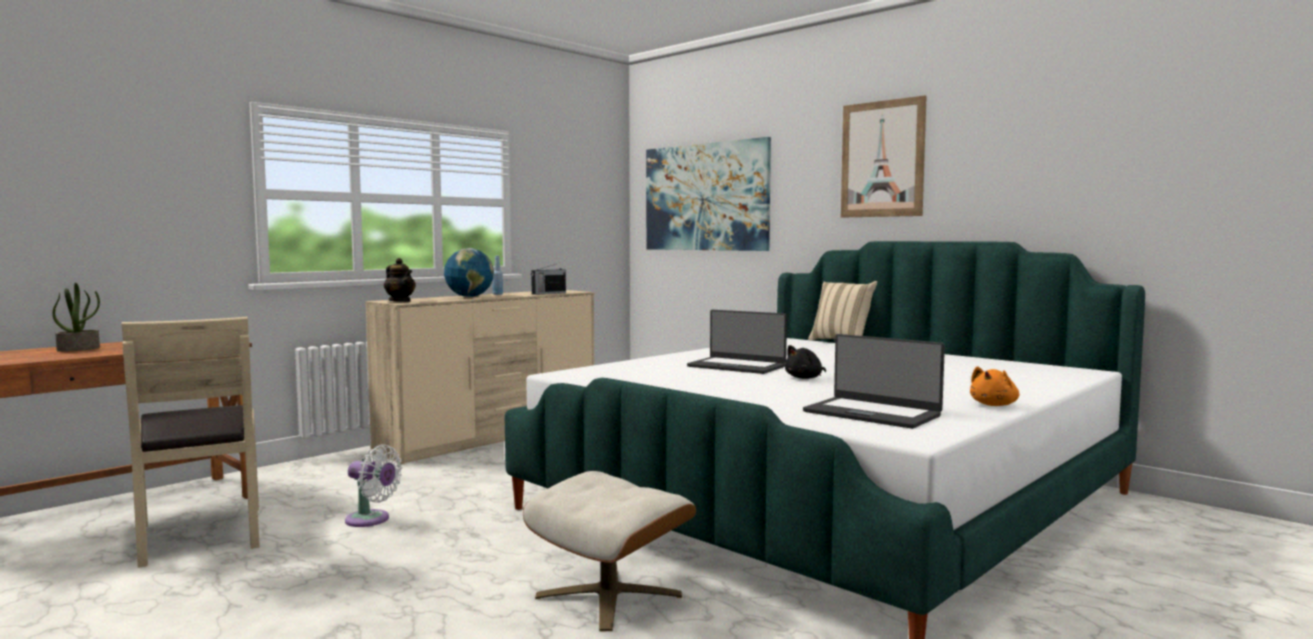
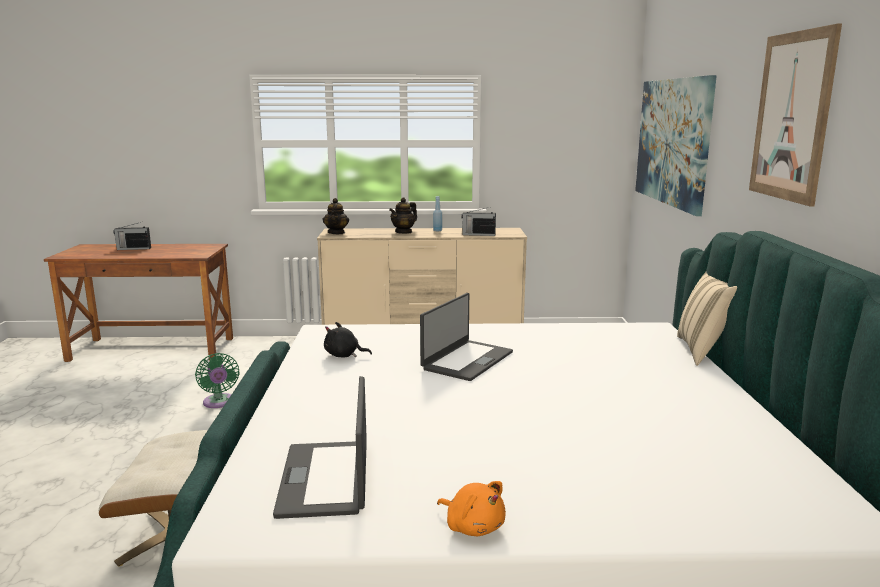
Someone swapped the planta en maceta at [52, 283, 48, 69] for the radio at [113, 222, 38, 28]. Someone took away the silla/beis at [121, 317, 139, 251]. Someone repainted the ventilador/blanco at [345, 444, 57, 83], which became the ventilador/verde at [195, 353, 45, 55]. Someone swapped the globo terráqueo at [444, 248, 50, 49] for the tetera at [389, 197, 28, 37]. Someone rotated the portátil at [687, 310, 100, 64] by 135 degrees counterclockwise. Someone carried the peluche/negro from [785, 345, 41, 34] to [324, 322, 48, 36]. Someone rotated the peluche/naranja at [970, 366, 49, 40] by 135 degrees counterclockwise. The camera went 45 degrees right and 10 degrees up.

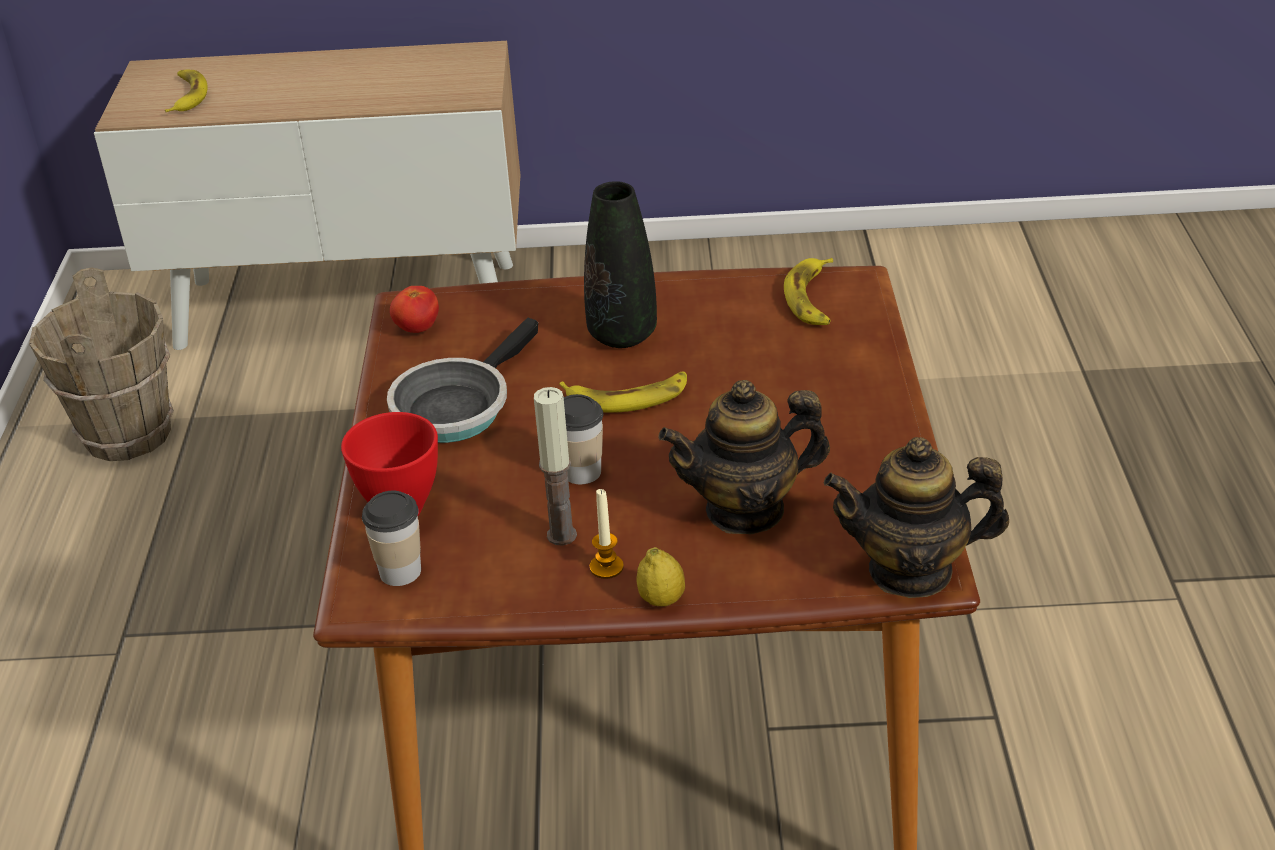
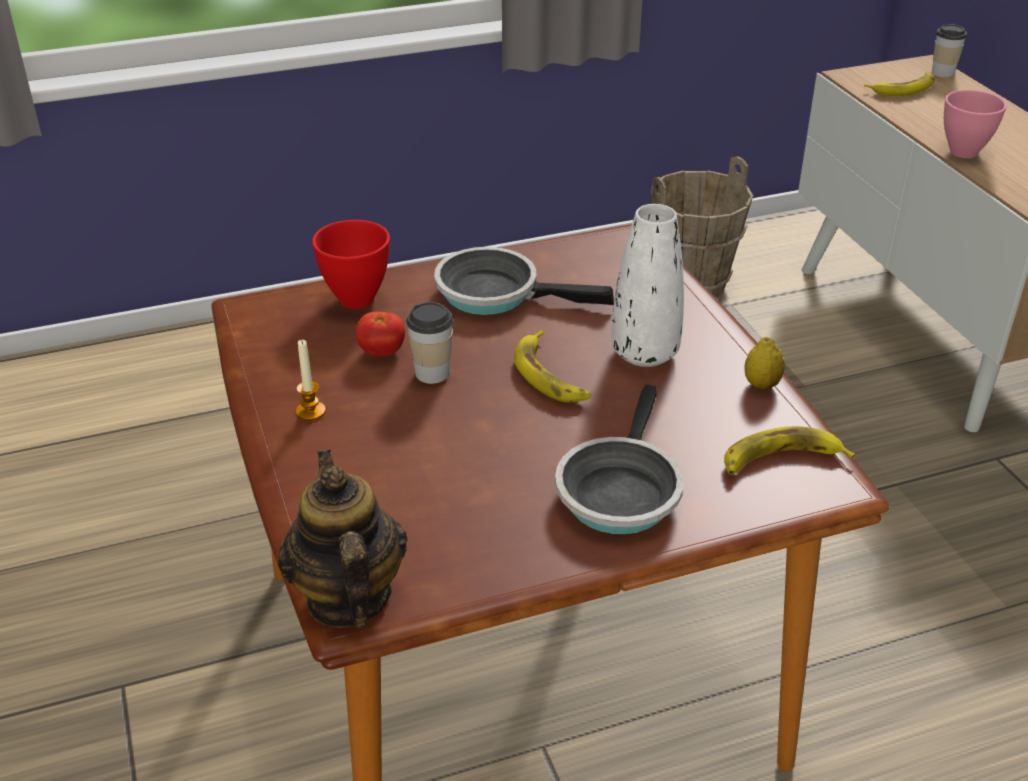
Someone carried the taza from [362, 491, 59, 95] to [932, 24, 35, 53]. Someone carried the tomate from [390, 286, 49, 47] to [356, 311, 49, 45]. Someone took away the vela at [534, 387, 43, 158]. Someone repainted the florero/negro at [584, 181, 73, 167], which became the florero/blanco at [612, 204, 72, 163]. Someone carried the limón from [637, 547, 48, 59] to [744, 337, 41, 53]. Someone took away the tetera at [658, 380, 172, 155]. Someone put down the sartén at [555, 384, 129, 151]. Someone put down the cuenco/rosa at [944, 90, 63, 68]. The camera went 70 degrees right and 0 degrees up.

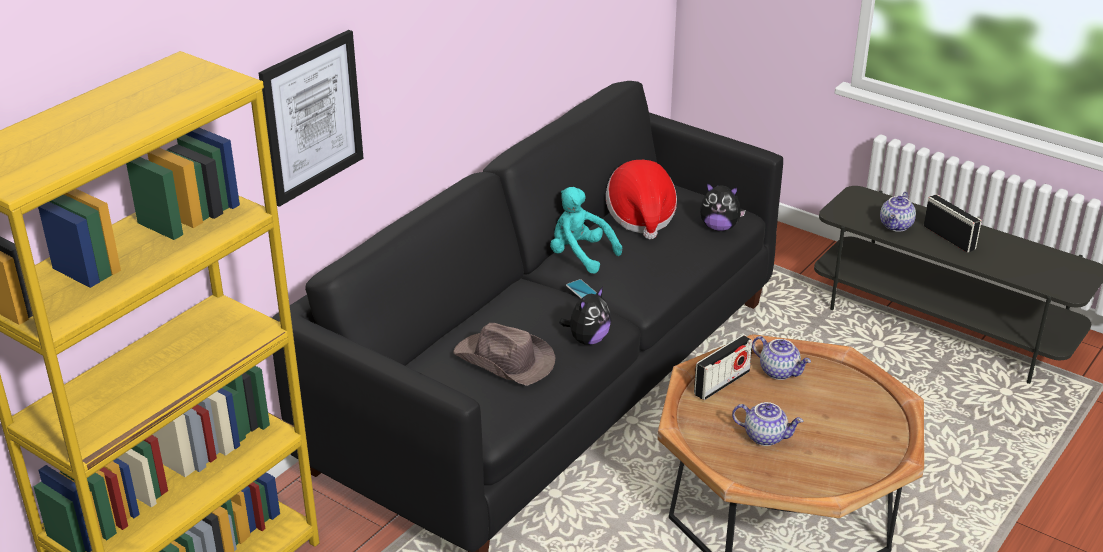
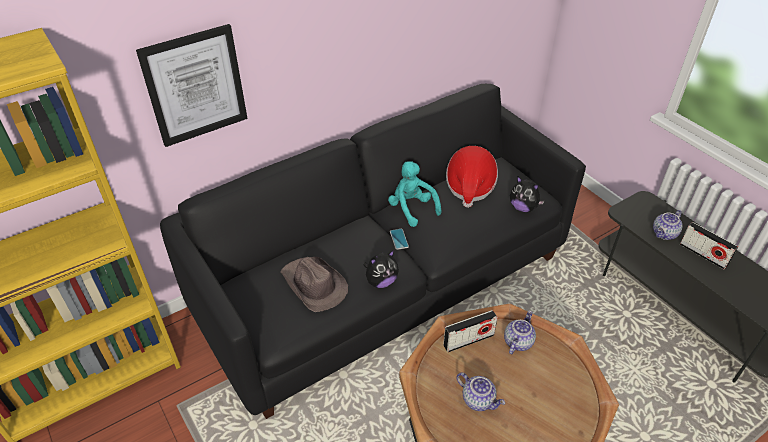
Someone rotated the tetera at [752, 336, 59, 44] by 120 degrees counterclockwise. Someone rotated the radio at [924, 194, 58, 58] by 150 degrees clockwise. The camera went 20 degrees right and 10 degrees up.

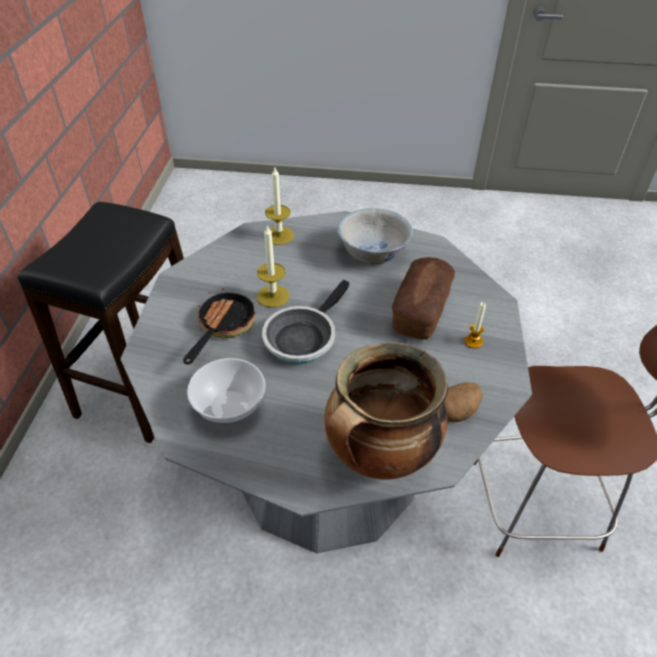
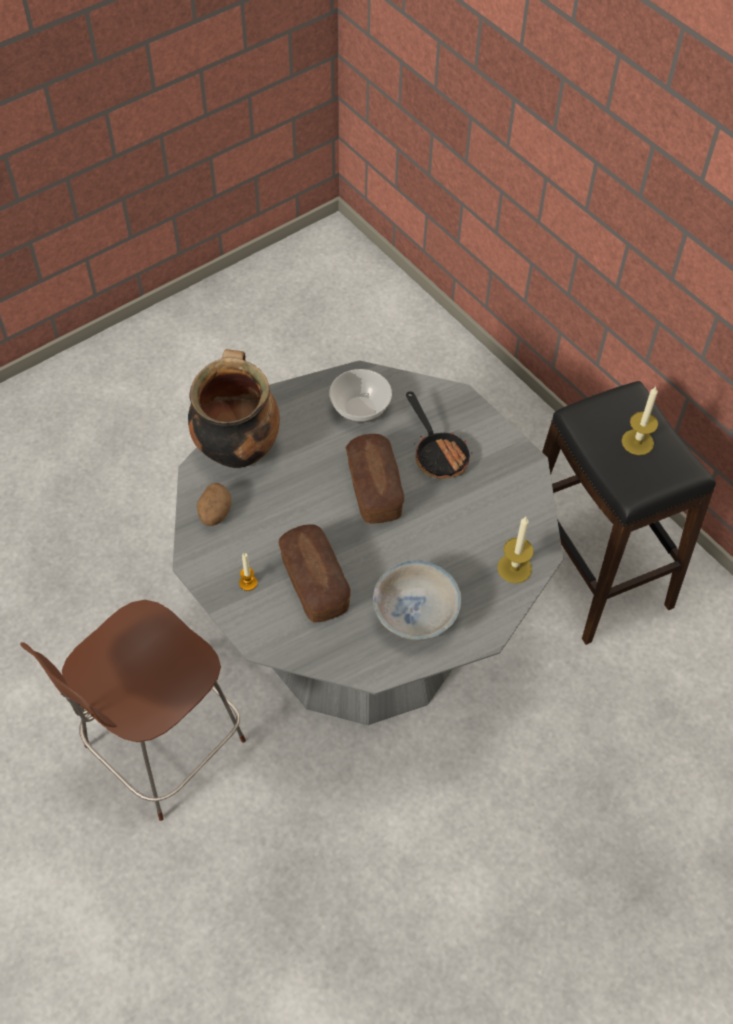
Someone carried the vela from [257, 225, 32, 83] to [622, 387, 36, 68]. Someone swapped the sartén at [262, 280, 88, 84] for the pan at [346, 434, 58, 90]. The camera went 135 degrees right and 10 degrees up.

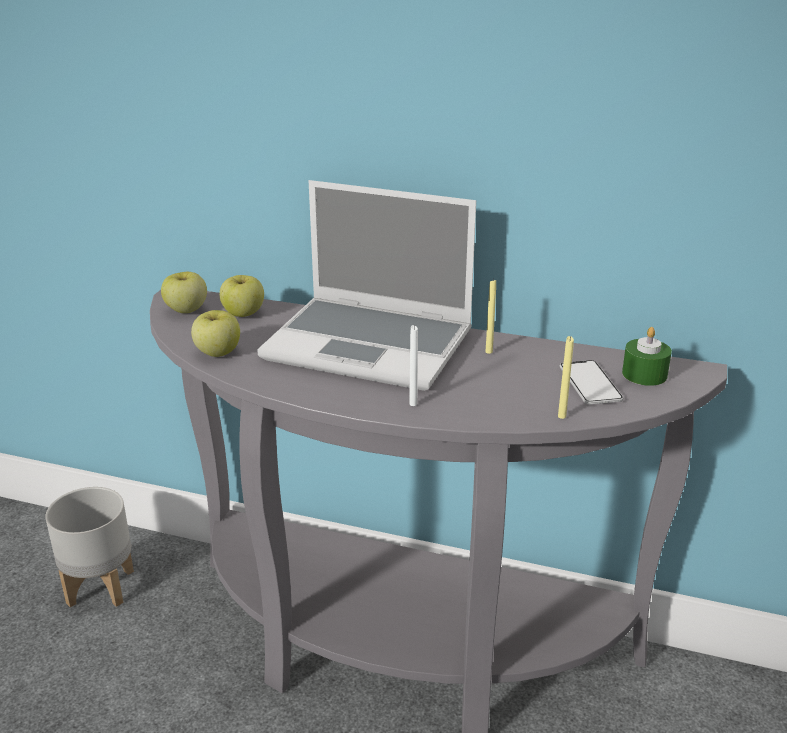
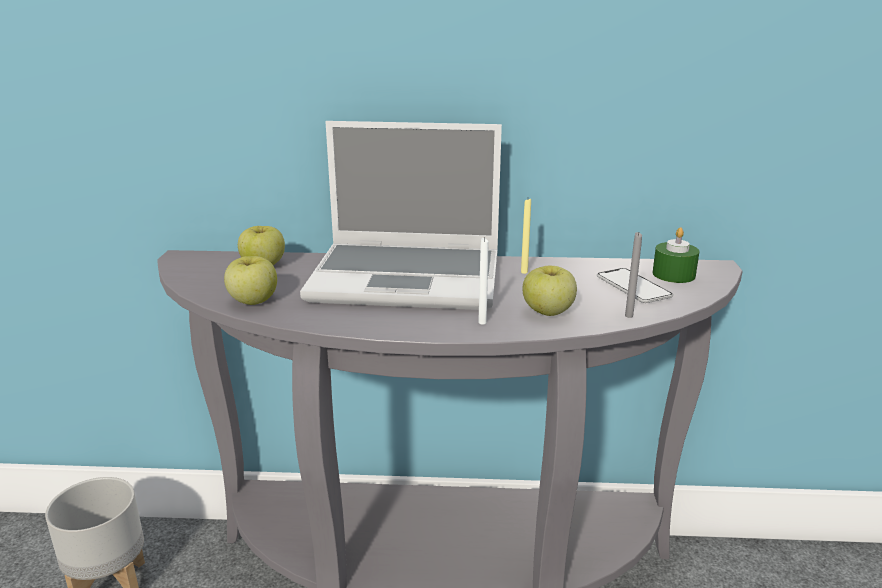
Someone carried the manzana from [161, 272, 46, 41] to [523, 266, 54, 50]. Someone repainted the vela/amarillo at [558, 336, 16, 83], which became the vela/gris at [625, 232, 17, 86]. The camera went 15 degrees left and 5 degrees down.

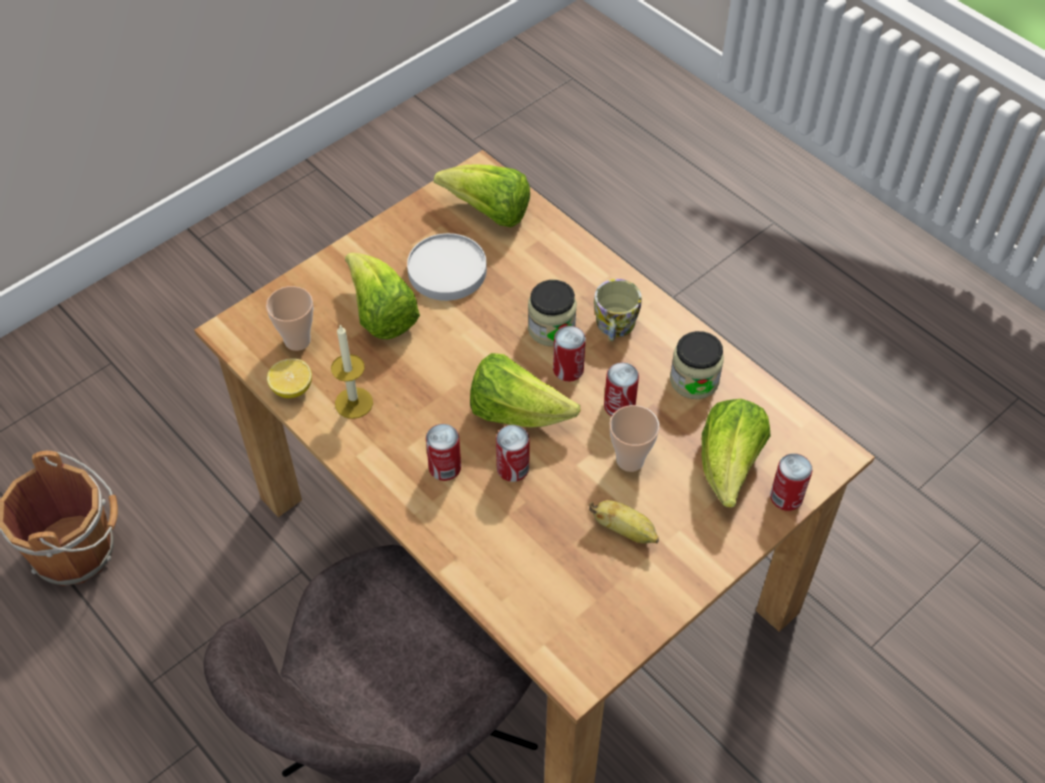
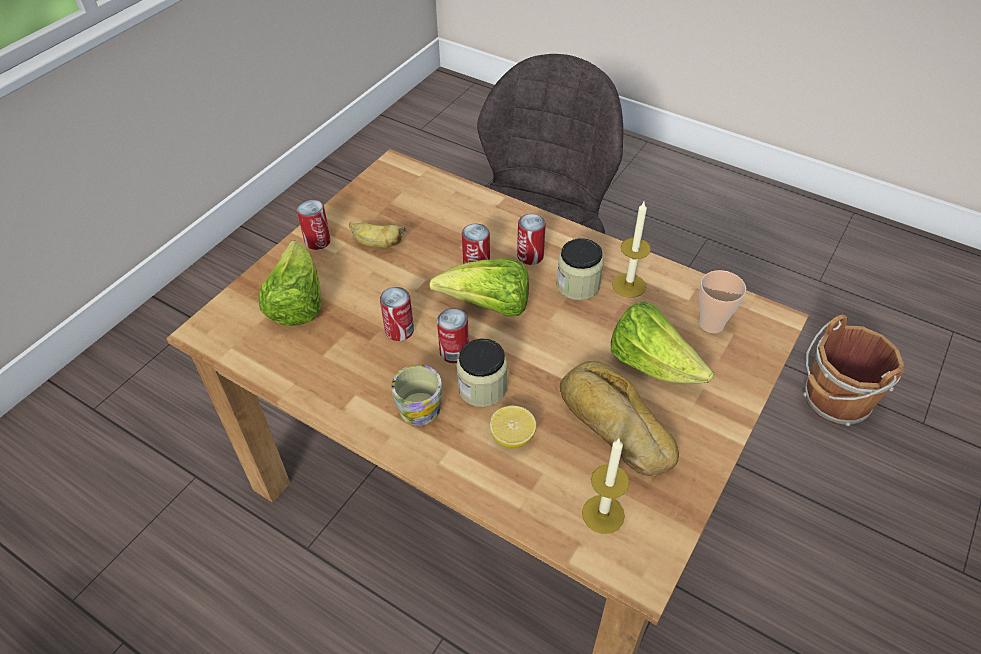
Someone carried the limón from [267, 358, 45, 40] to [490, 406, 46, 42]. Someone swapped the plato/blanco at [407, 233, 80, 68] for the pan at [560, 361, 119, 116]. Someone swapped the lechuga at [434, 164, 96, 63] for the vela at [582, 439, 48, 95]. Someone took away the taza at [610, 405, 49, 67]. Someone carried the tarro from [670, 331, 54, 68] to [556, 238, 47, 62]. Someone carried the lata from [770, 453, 43, 58] to [297, 199, 34, 51]. The camera went 165 degrees right and 5 degrees down.

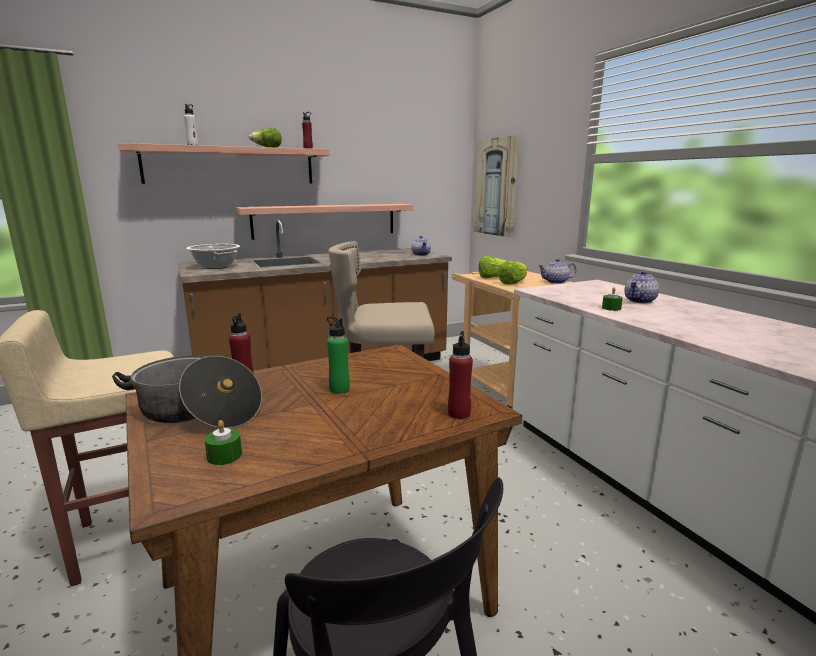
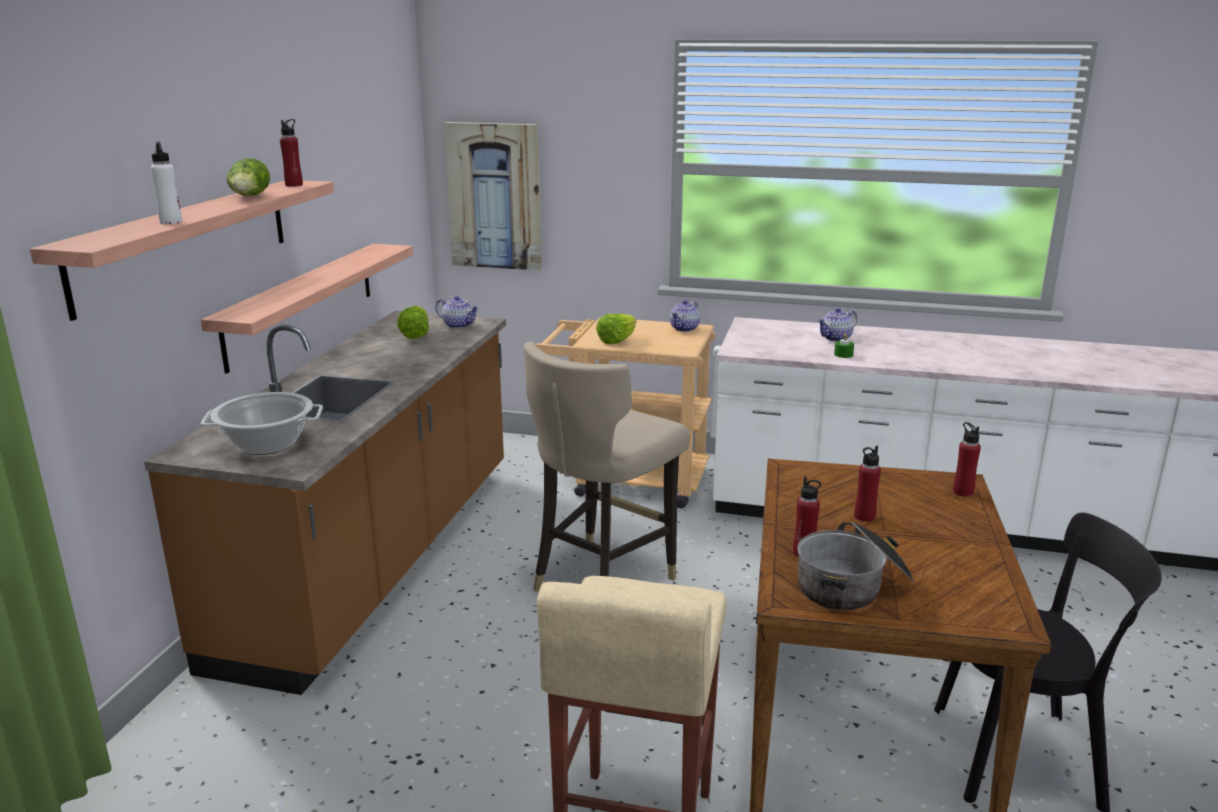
Someone took away the vela/verde at [205, 420, 37, 45]. Someone repainted the botella/verde at [327, 316, 23, 78], which became the botella/rojo at [854, 446, 27, 76]. Someone carried the lechuga from [498, 261, 29, 24] to [397, 306, 32, 33]. Someone rotated the tetera at [624, 271, 35, 33] by 60 degrees clockwise. The camera went 50 degrees left and 5 degrees up.

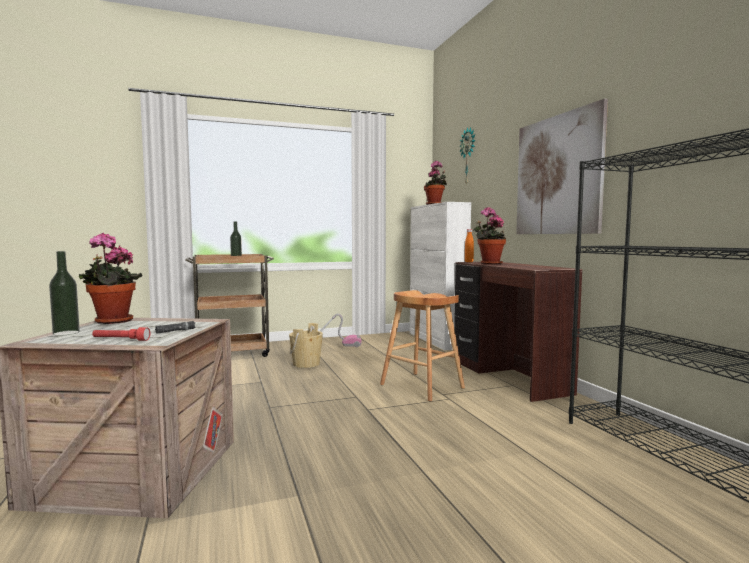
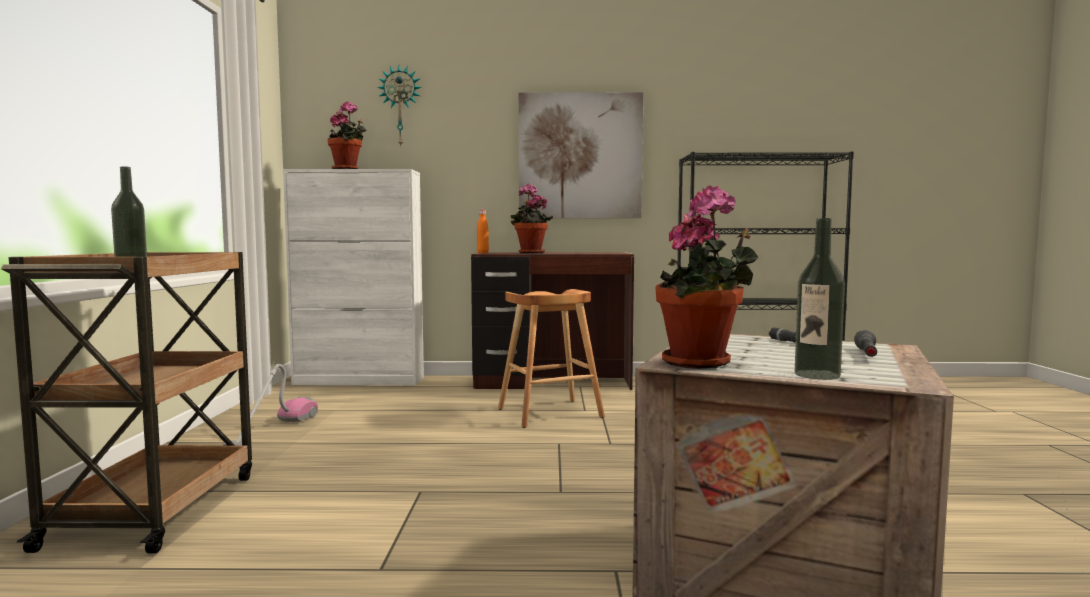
Someone repainted the linterna/rojo at [92, 327, 58, 14], which became the linterna/gris at [854, 330, 23, 27]. Someone took away the cubo/beis at [289, 323, 34, 45]. The camera went 70 degrees left and 0 degrees up.

